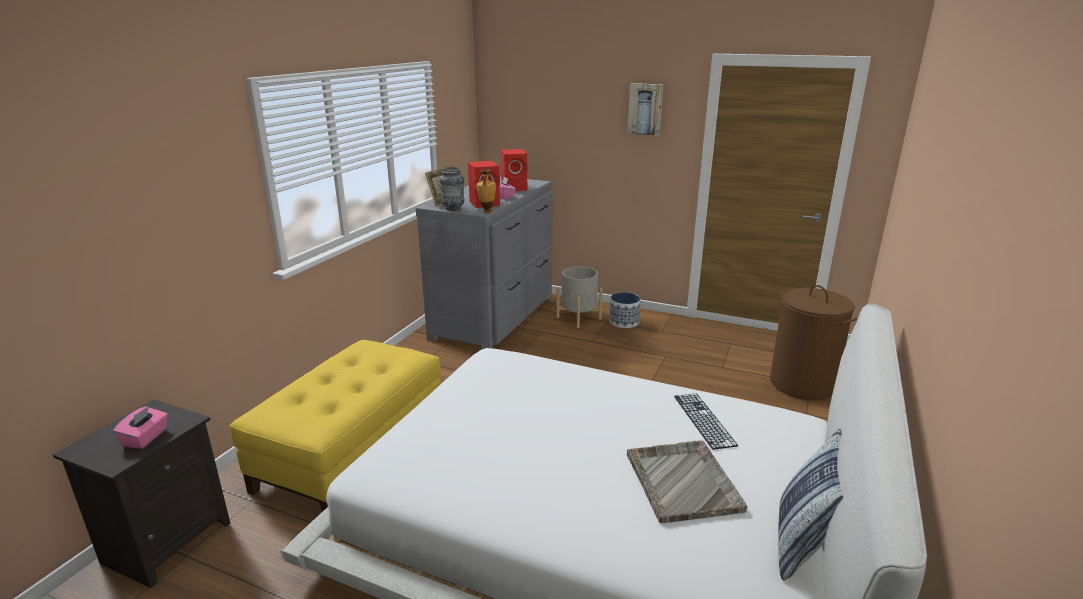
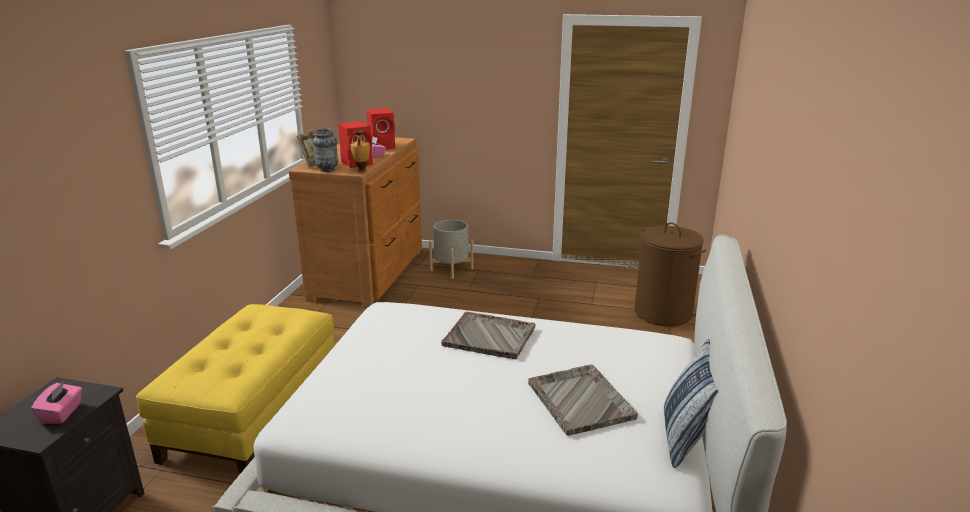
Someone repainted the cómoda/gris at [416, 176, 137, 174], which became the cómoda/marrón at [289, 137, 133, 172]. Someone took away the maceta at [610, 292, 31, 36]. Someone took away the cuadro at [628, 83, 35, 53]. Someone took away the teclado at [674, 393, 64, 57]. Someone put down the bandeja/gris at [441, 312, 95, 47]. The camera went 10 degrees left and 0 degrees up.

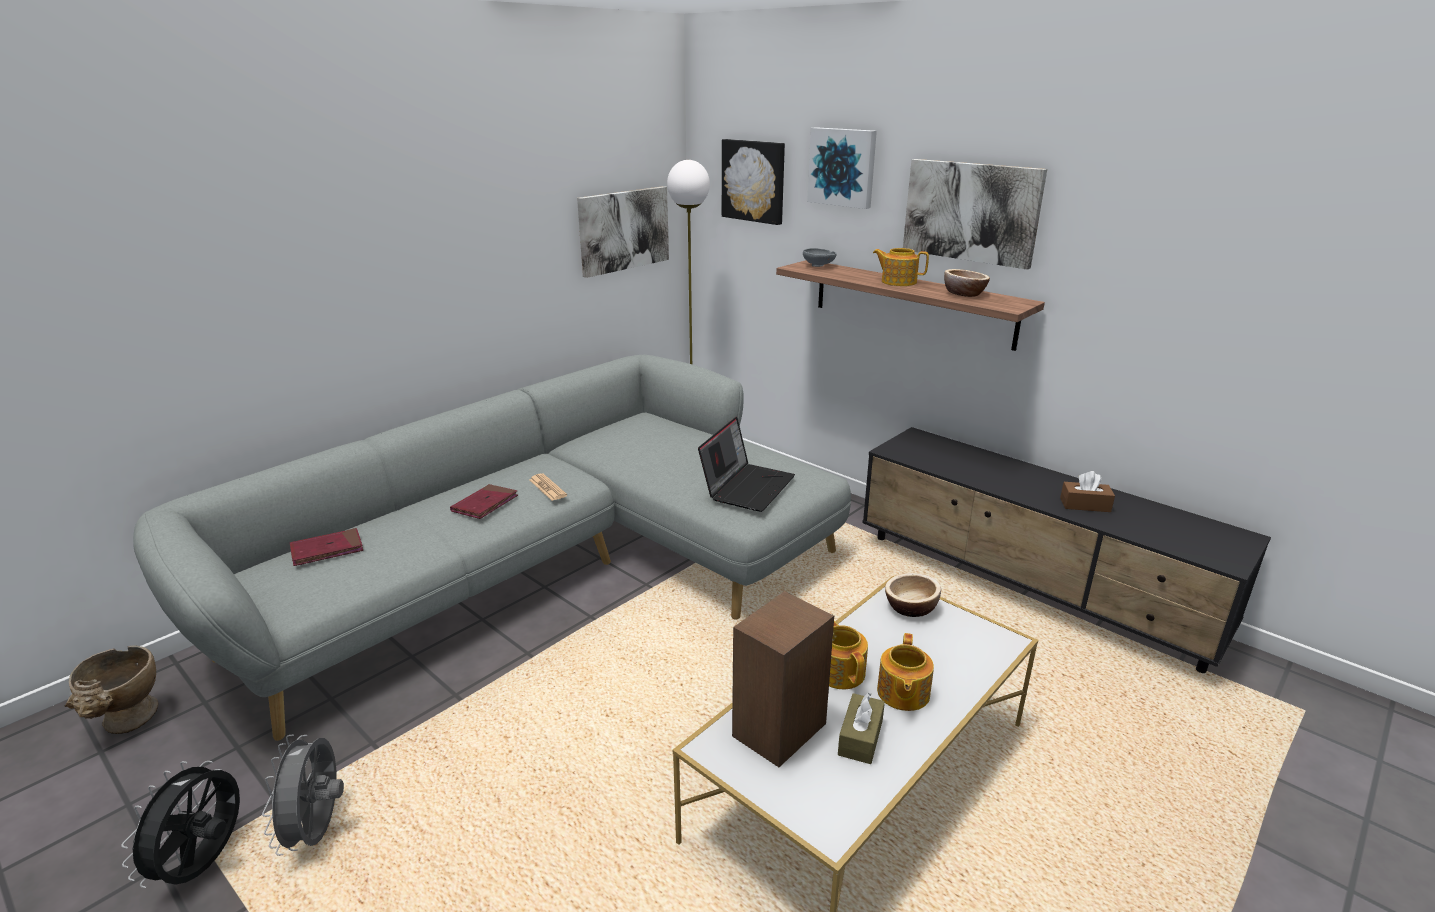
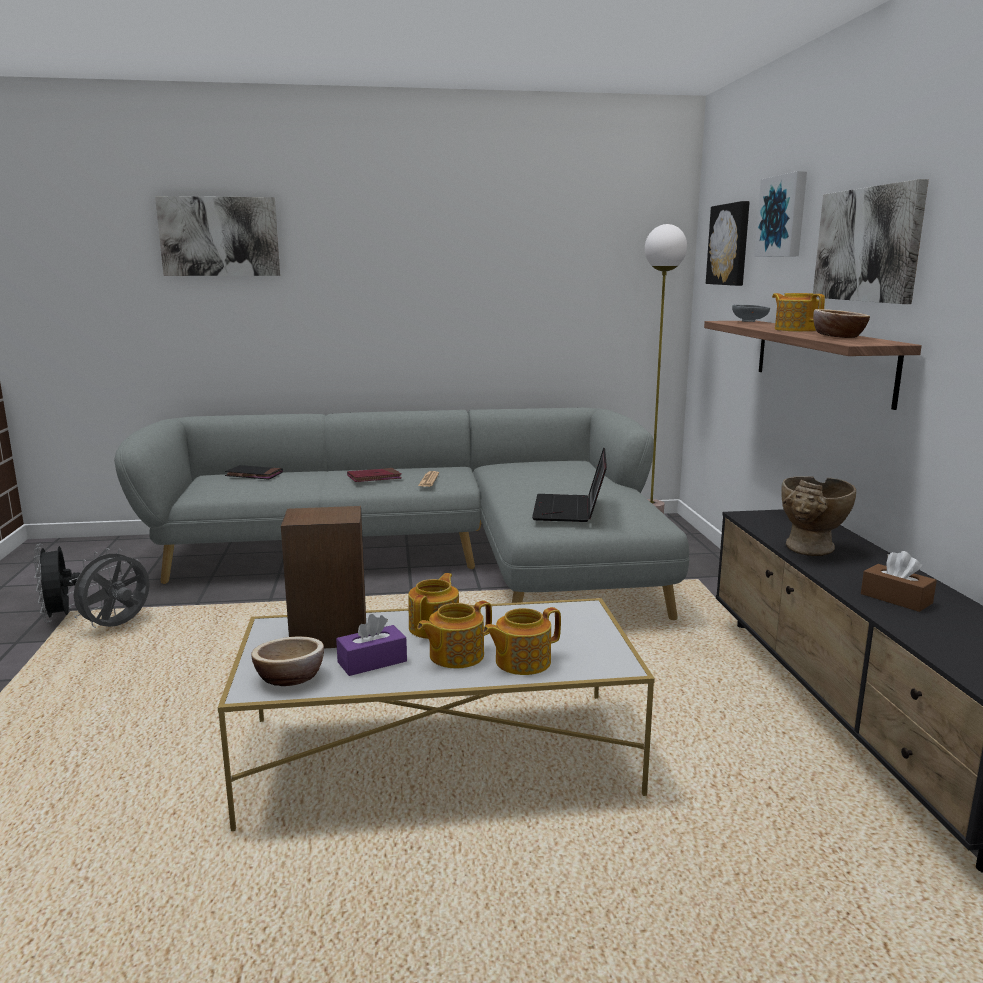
Someone carried the florero/beis from [65, 645, 93, 89] to [781, 476, 75, 80]. Someone rotated the ventilador/negro at [121, 761, 119, 127] by 75 degrees counterclockwise. Someone repainted the libro/rojo at [290, 528, 73, 38], which became the libro/negro at [225, 465, 58, 15]. Someone carried the cuadro from [577, 186, 92, 92] to [155, 196, 125, 80]. Someone rotated the portátil at [698, 417, 97, 95] by 120 degrees clockwise. Someone repainted the caja de pañuelos/marrón at [838, 693, 47, 71], which became the caja de pañuelos/morado at [336, 614, 71, 62]. Someone carried the cuenco from [885, 573, 56, 44] to [251, 636, 73, 50]. Someone put down the tetera at [483, 607, 78, 68]. The camera went 40 degrees right and 10 degrees down.

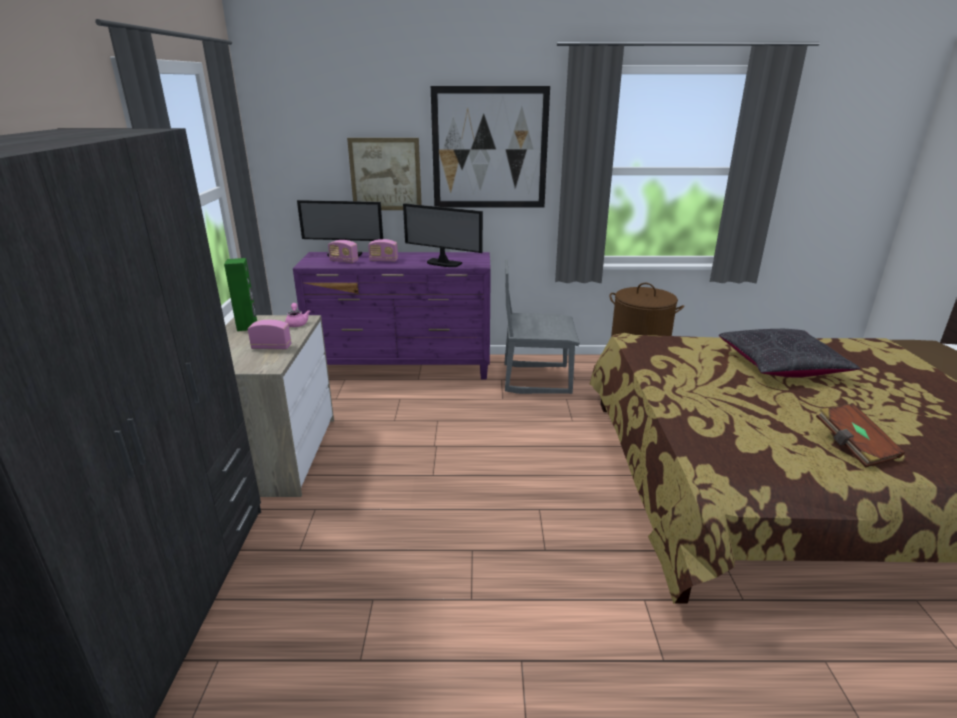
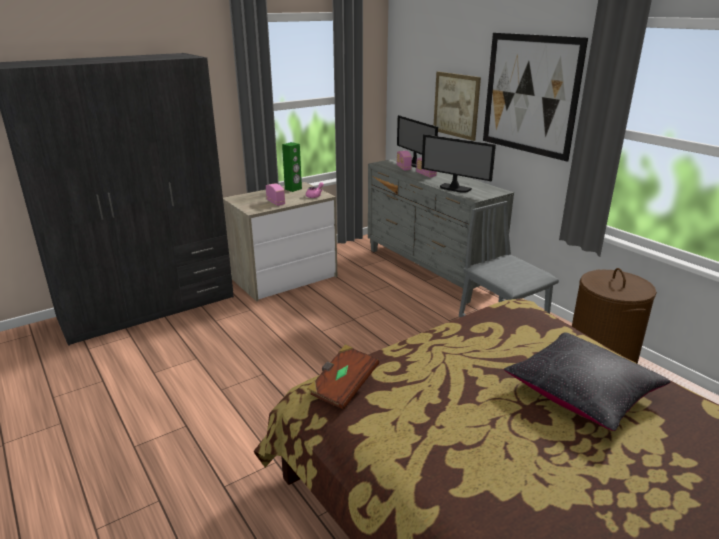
Someone repainted the cómoda/morado at [293, 252, 198, 127], which became the cómoda/gris at [368, 158, 146, 146]. Someone rotated the monitor at [403, 203, 80, 64] by 45 degrees counterclockwise. Someone carried the libro/marrón from [816, 403, 89, 65] to [308, 344, 71, 65]. The camera went 55 degrees right and 0 degrees up.

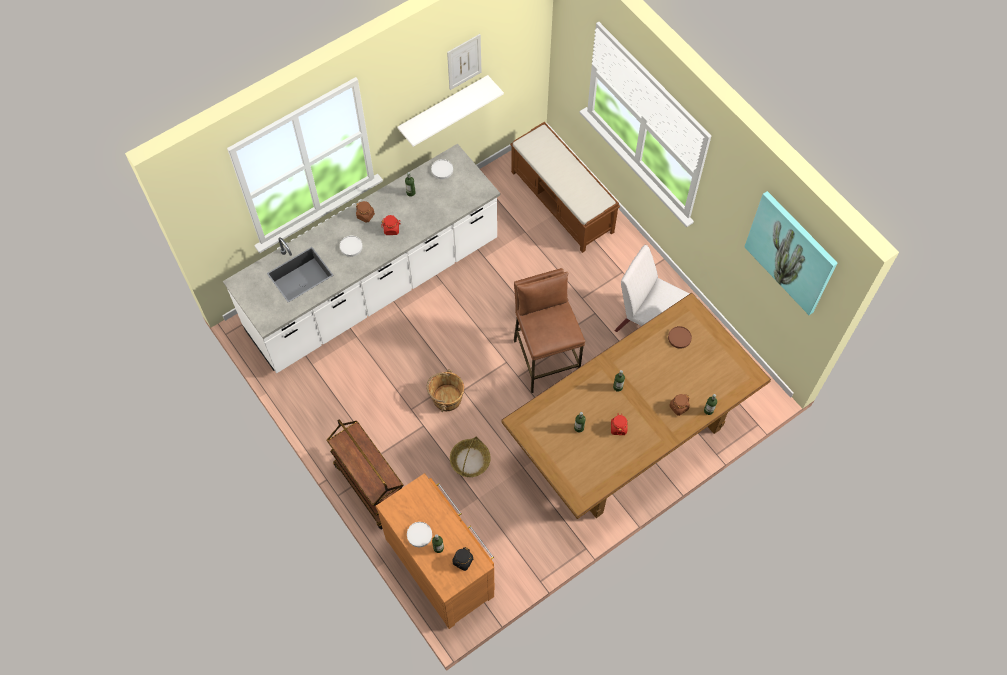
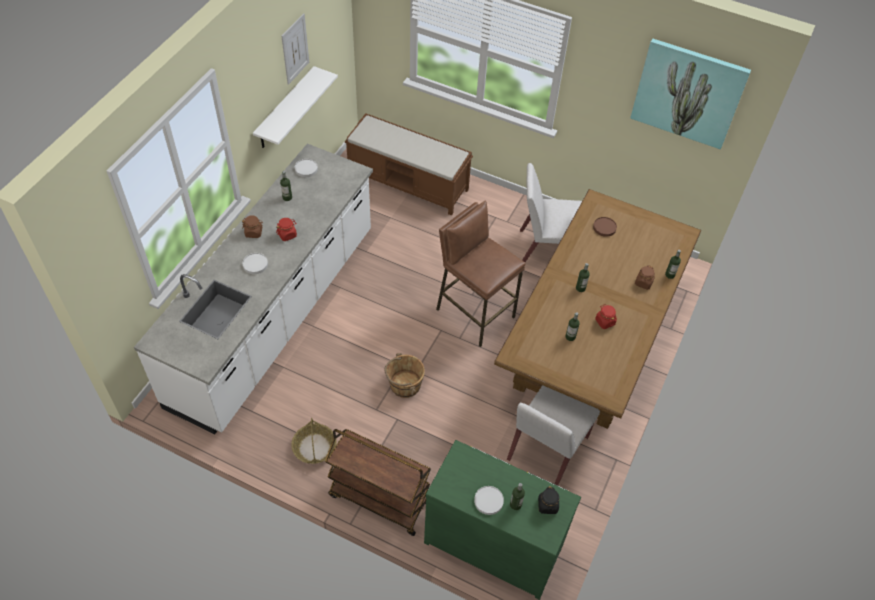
Someone repainted the cómoda/marrón at [376, 473, 119, 156], which became the cómoda/verde at [424, 440, 157, 160]. Someone carried the cesta from [450, 436, 41, 41] to [291, 418, 46, 46]. Someone put down the silla/blanco at [507, 385, 93, 101]. The camera went 30 degrees left and 10 degrees down.

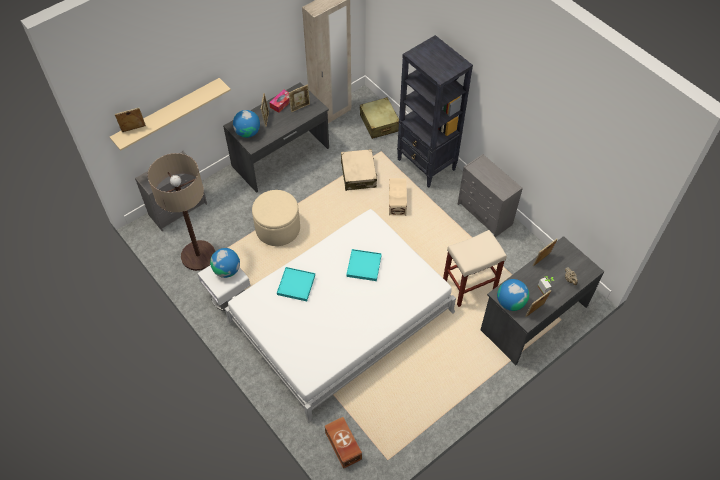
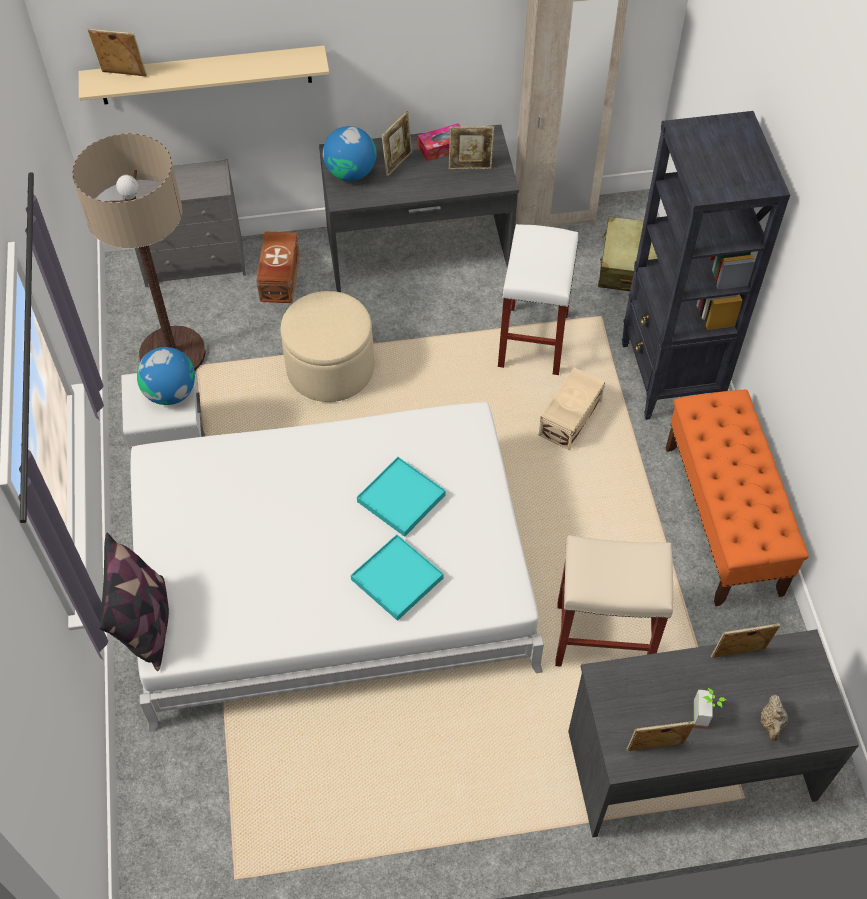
Someone carried the bandeja/turquesa from [277, 267, 38, 34] to [351, 534, 93, 87]. Someone carried the caja de almacenaje/marrón from [325, 417, 37, 52] to [256, 231, 44, 72]. Someone swapped the maleta/beis at [341, 149, 36, 42] for the taburete/blanco at [498, 224, 80, 151]. Someone swapped the cómoda/gris at [458, 154, 65, 83] for the banco/naranja at [666, 390, 143, 216]. Someone took away the globo terráqueo at [497, 279, 32, 32]. Someone put down the cojín at [99, 533, 70, 138]. The camera went 30 degrees right and 0 degrees up.

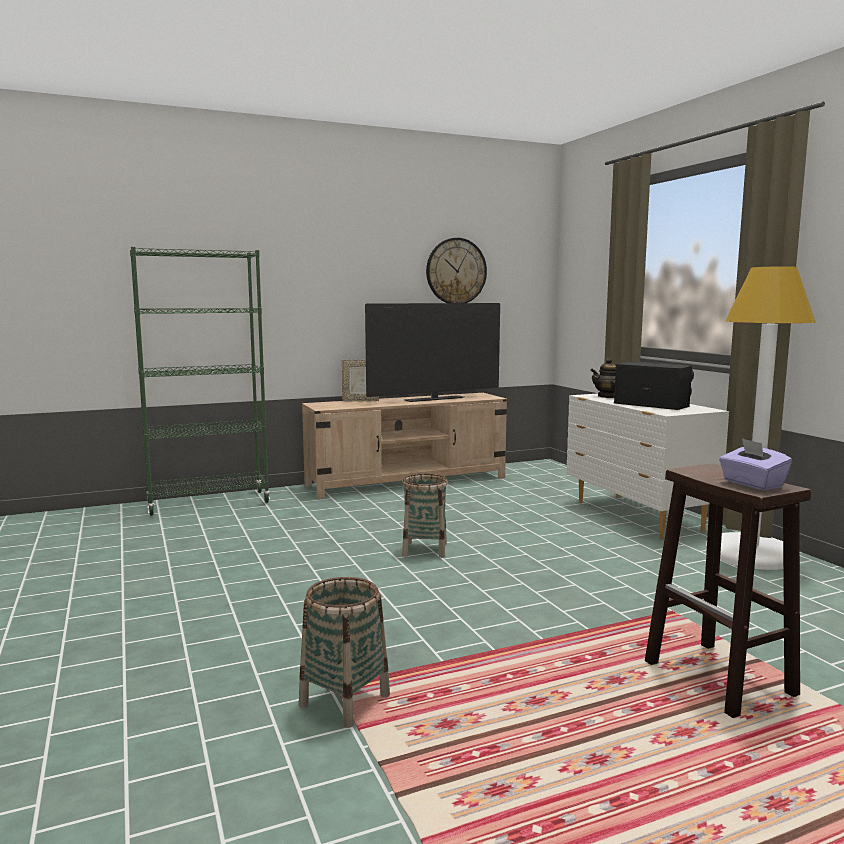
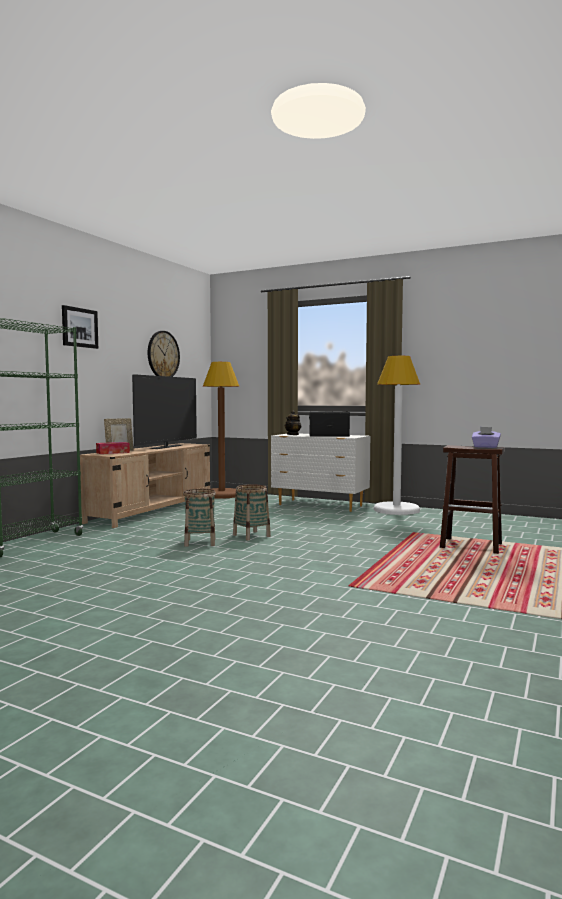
Someone carried the cesta from [299, 577, 91, 151] to [183, 489, 33, 58]. Someone put up the cuadro at [62, 305, 36, 44]. Someone put down the caja de pañuelos at [96, 442, 34, 12]. Someone put down the lámpara de pie/marrón at [203, 362, 36, 137]. The camera went 40 degrees left and 5 degrees down.

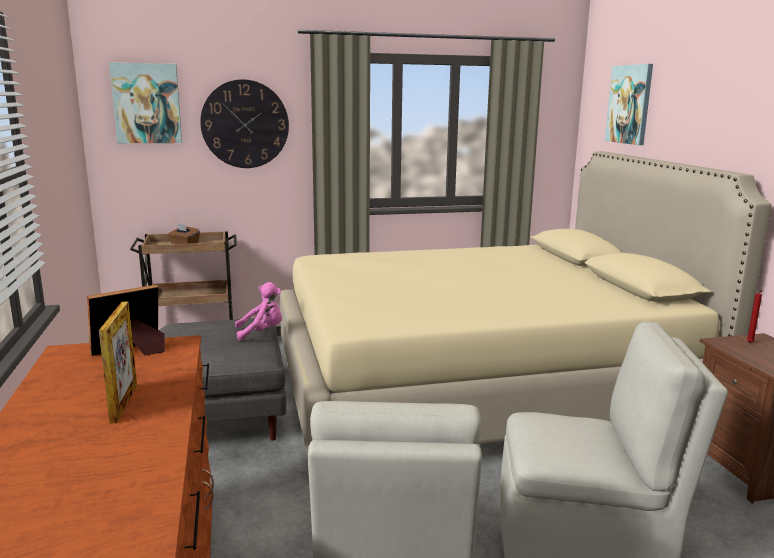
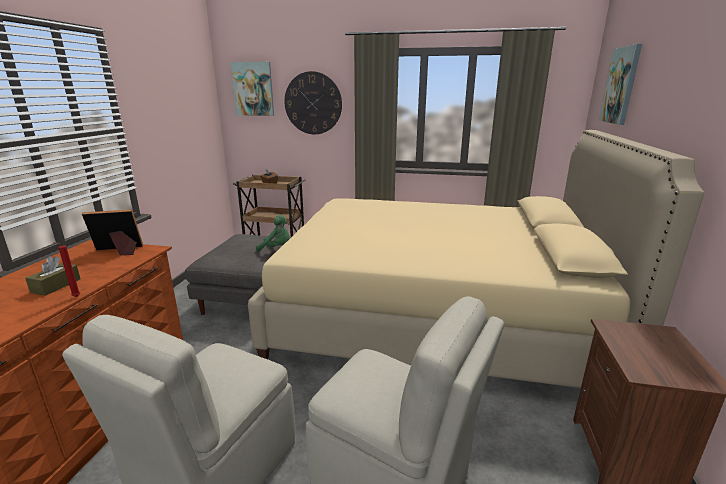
Someone swapped the portarretratos at [99, 301, 38, 123] for the caja de pañuelos/marrón at [25, 256, 55, 40]. Someone repainted the peluche/rosa at [235, 282, 47, 59], which became the peluche/verde at [256, 215, 34, 37]. Someone carried the vela/rojo from [747, 290, 15, 53] to [53, 242, 27, 55]. The camera went 25 degrees right and 5 degrees up.

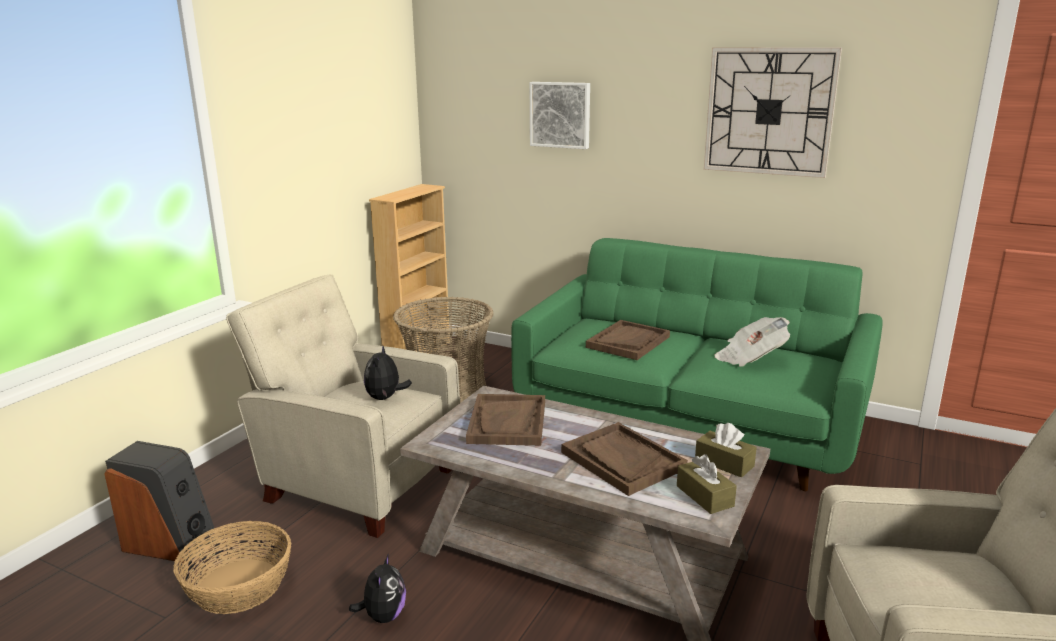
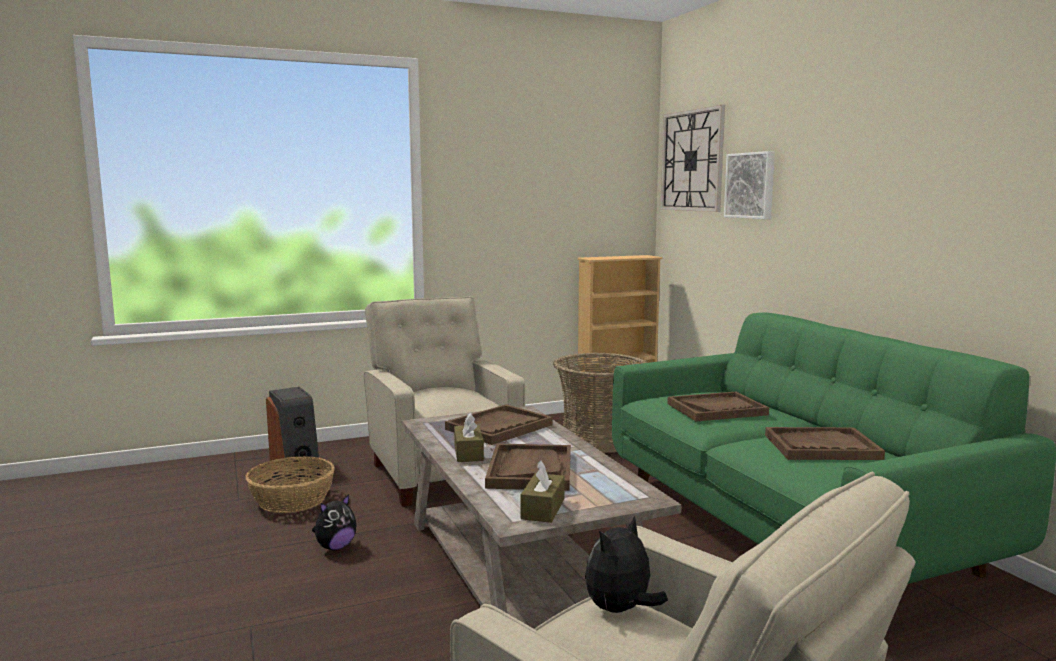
Someone carried the peluche from [364, 344, 48, 56] to [585, 515, 83, 98]. Someone carried the caja de pañuelos/marrón from [695, 423, 62, 55] to [454, 413, 30, 49]. Someone carried the reloj de pared from [704, 47, 138, 131] to [660, 105, 65, 107]. Someone swapped the periódico at [715, 317, 75, 50] for the bandeja/marrón at [765, 427, 120, 33]. The camera went 40 degrees right and 10 degrees down.

